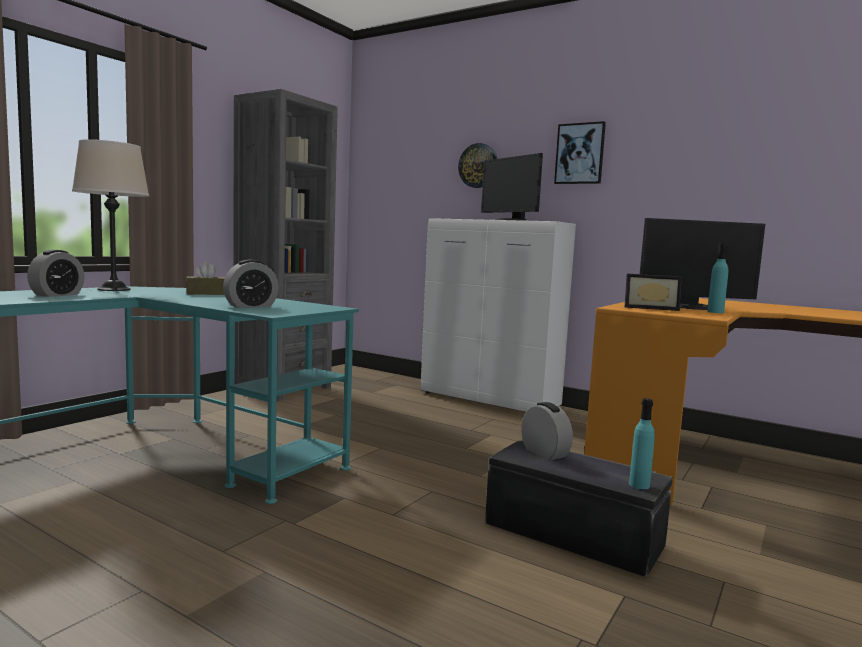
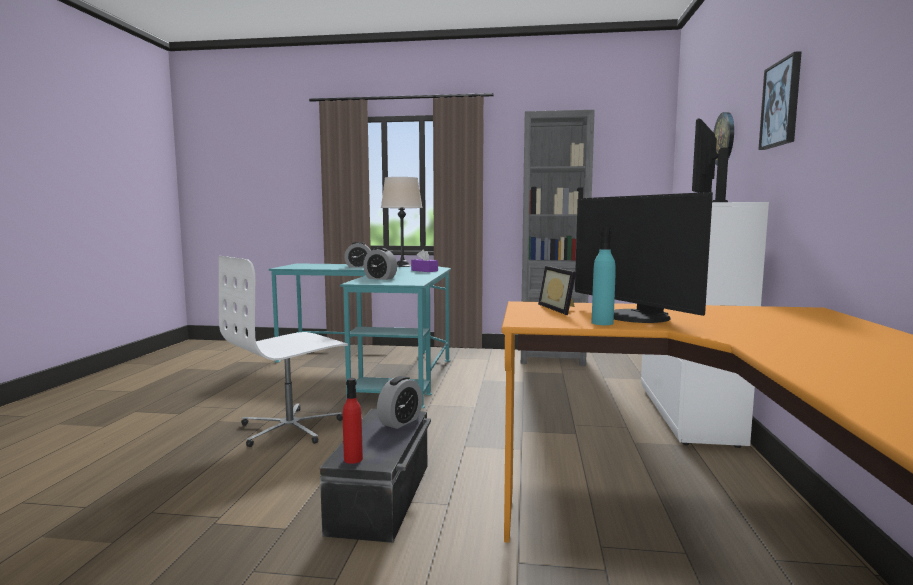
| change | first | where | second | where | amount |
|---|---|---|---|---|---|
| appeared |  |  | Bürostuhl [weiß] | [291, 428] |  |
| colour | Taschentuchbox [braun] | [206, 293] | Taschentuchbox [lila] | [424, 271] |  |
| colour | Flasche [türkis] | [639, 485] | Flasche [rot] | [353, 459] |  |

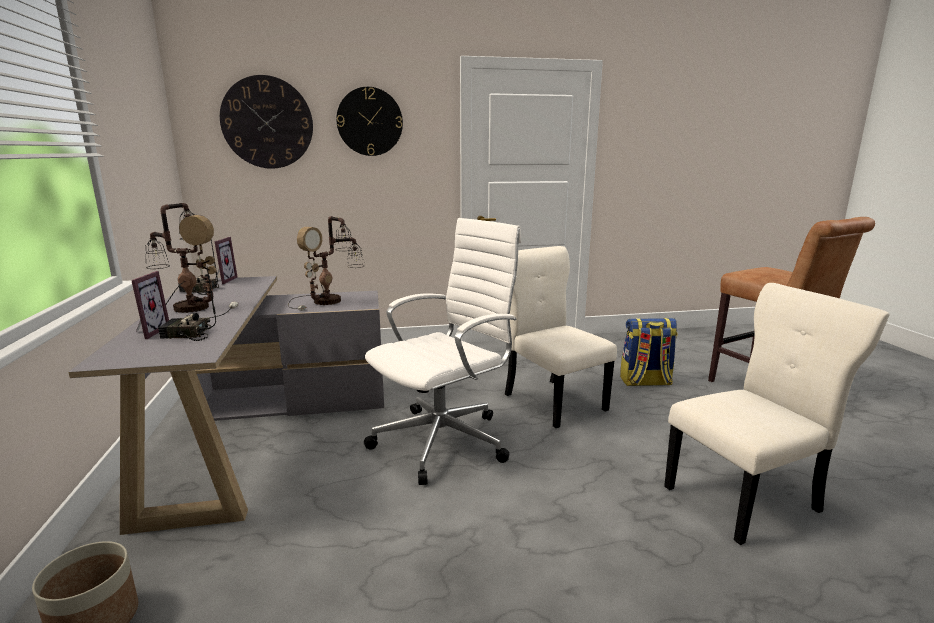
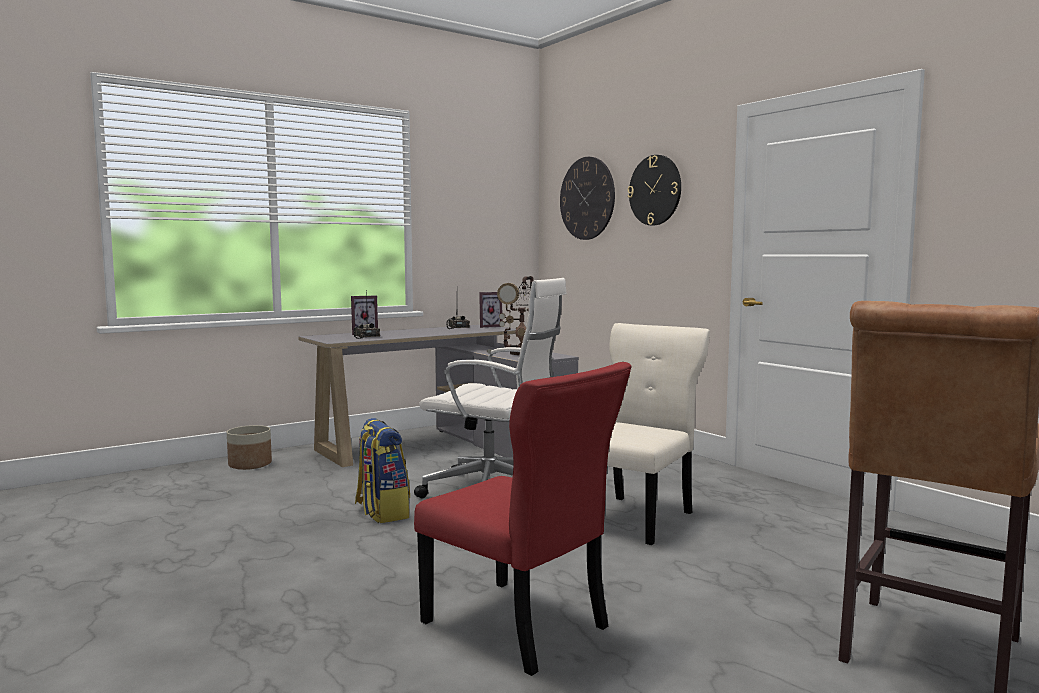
| change | first | where | second | where | amount |
|---|---|---|---|---|---|
| missing | Tischlampe | [190, 308] |  |  |  |
| relocated | Rucksack | [645, 382] |  | [381, 512] |  |
| colour | Stuhl [beige] | [746, 498] | Stuhl [rot] | [520, 628] |  |

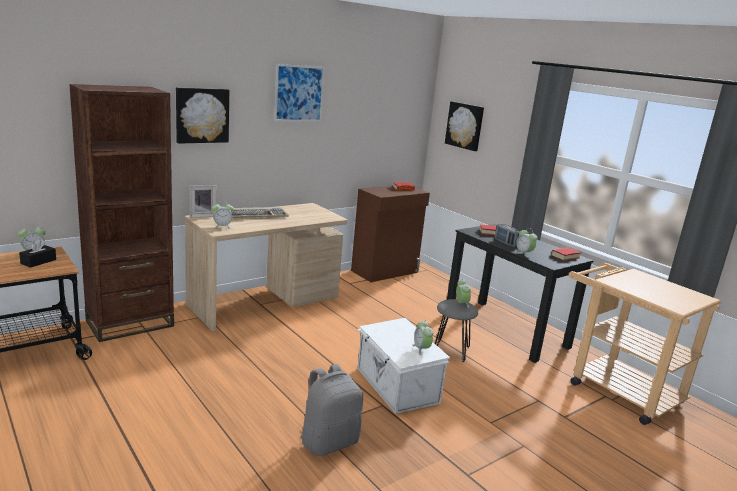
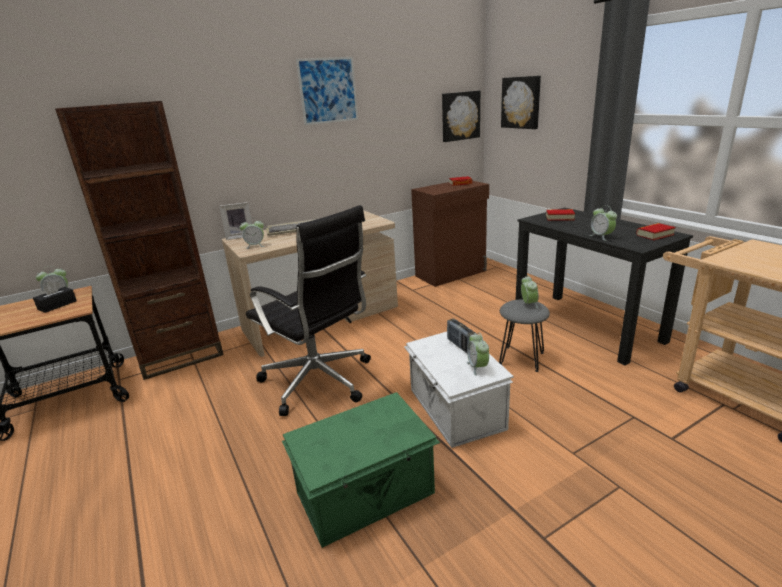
| change | first | where | second | where | amount |
|---|---|---|---|---|---|
| appeared |  |  | Bürostuhl [schwarz] | [319, 382] |  |
| relocated | Bild | [202, 115] |  | [460, 116] |  |
| relocated | Radio | [506, 243] |  | [461, 346] |  |
| exchanged | Rucksack [grau] | [329, 442] | Aufbewahrungsbox [grün] | [366, 494] |  |

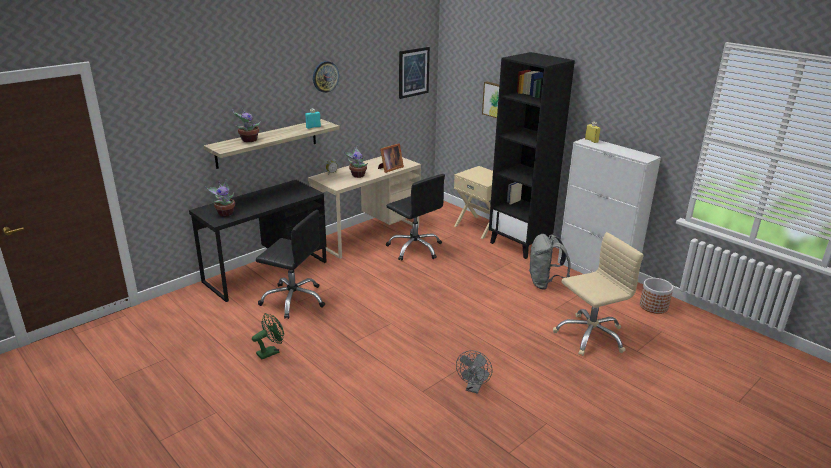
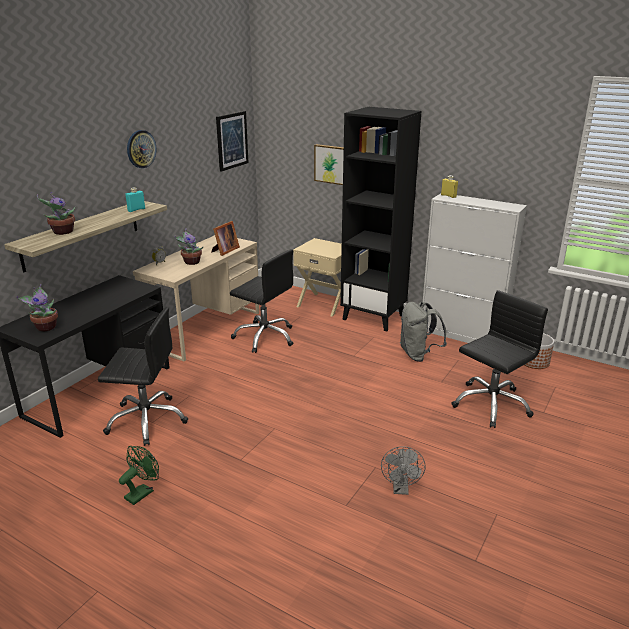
| change | first | where | second | where | amount |
|---|---|---|---|---|---|
| colour | Bürostuhl [beige] | [590, 336] | Bürostuhl [schwarz] | [491, 404] |  |

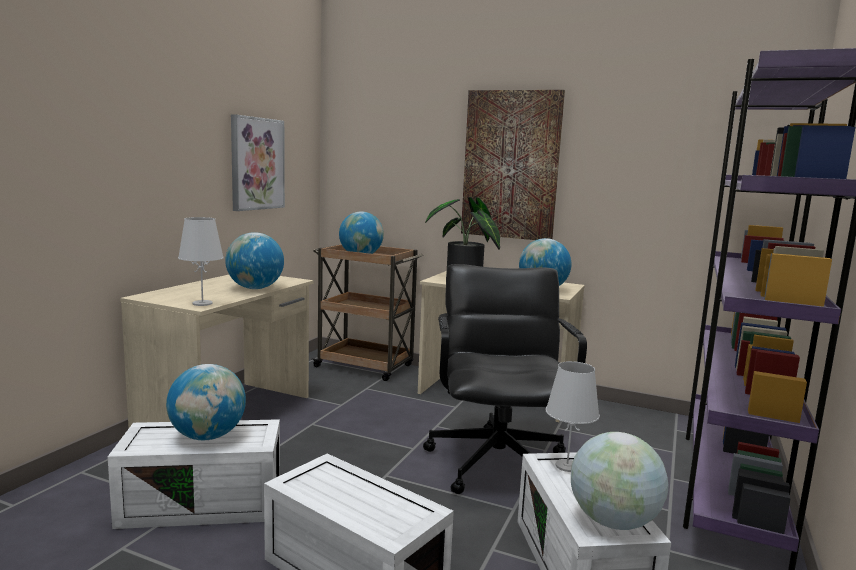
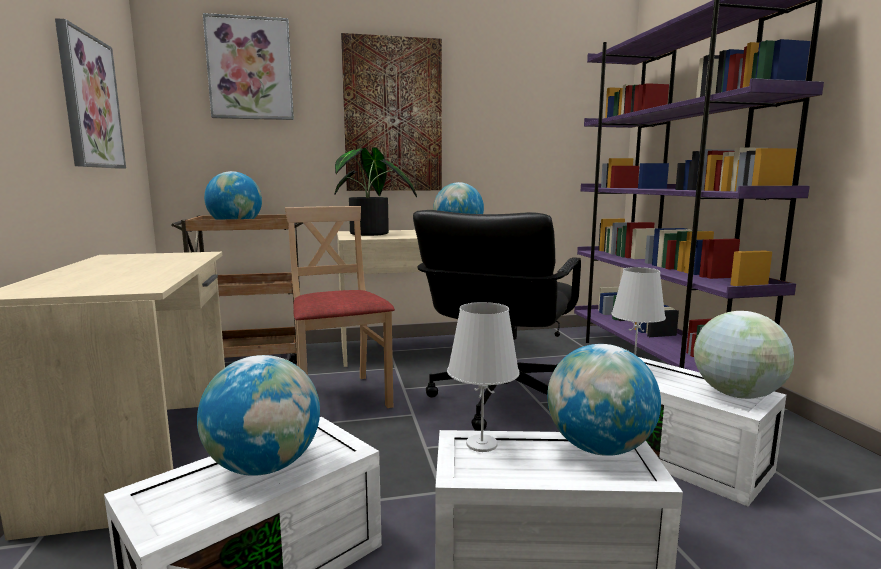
| change | first | where | second | where | amount |
|---|---|---|---|---|---|
| appeared |  |  | Bild | [250, 69] |  |
| appeared |  |  | Stuhl [beige] | [340, 396] |  |
| relocated | Tischlampe [weiß] | [202, 303] |  | [482, 444] |  |
| relocated | Globus | [255, 288] |  | [599, 448] |  |
| spun | Bürostuhl [schwarz] | [498, 463] |  | [500, 400] | 120 degrees counterclockwise |

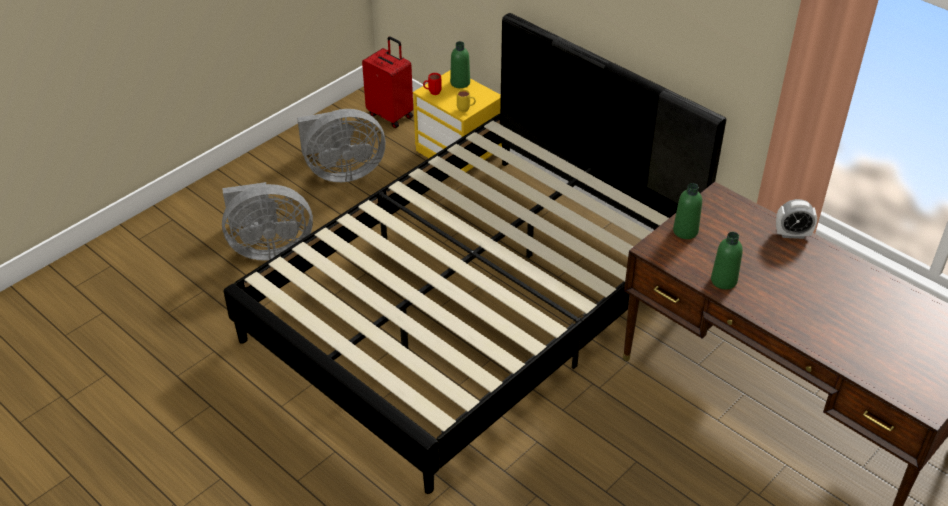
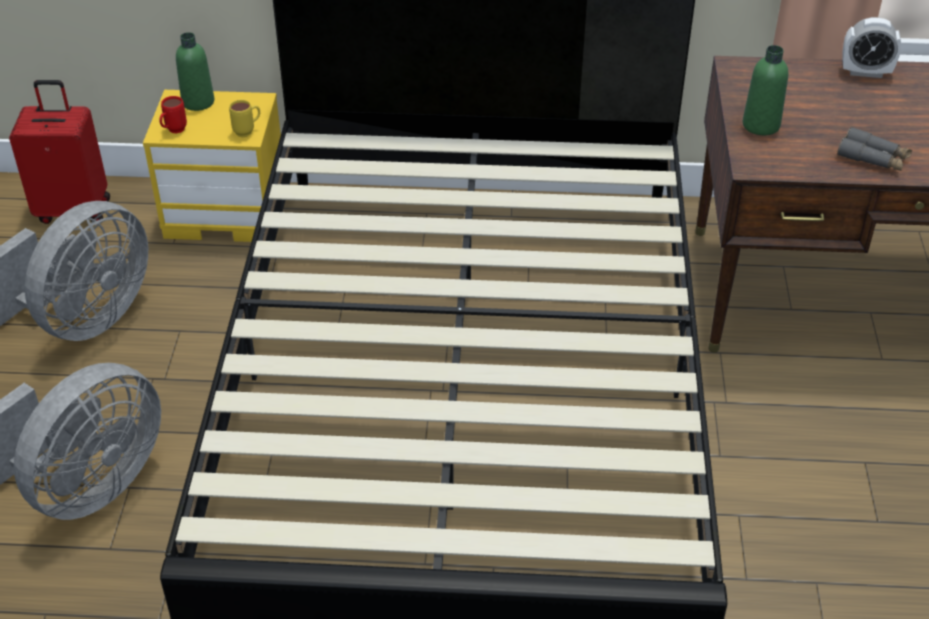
| change | first | where | second | where | amount |
|---|---|---|---|---|---|
| exchanged | Flasche [grün] | [723, 280] | Fernglas [grau] | [873, 158] |  |
| spun | Wecker | [792, 234] |  | [865, 72] | 45 degrees clockwise |

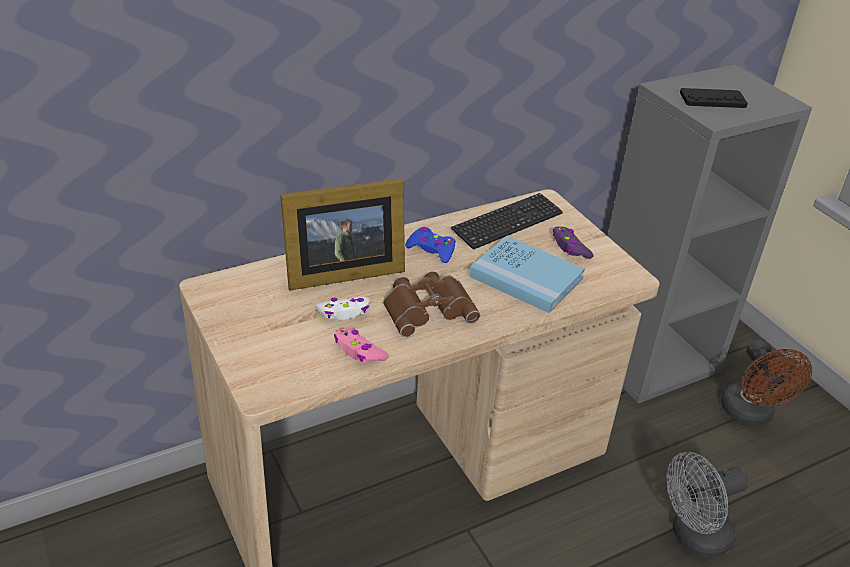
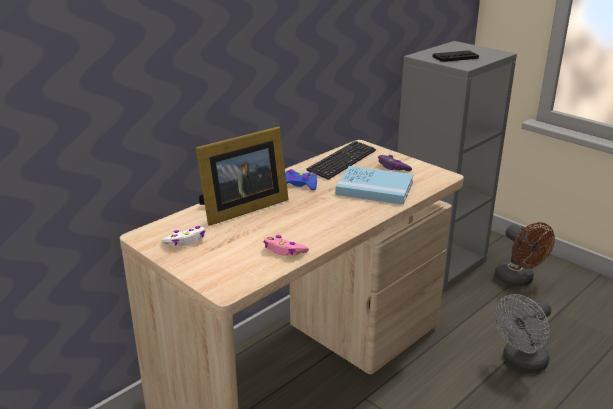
| change | first | where | second | where | amount |
|---|---|---|---|---|---|
| missing | Fernglas [braun] | [427, 308] |  |  |  |
| relocated | Gamepad [weiß] | [344, 312] |  | [185, 241] |  |

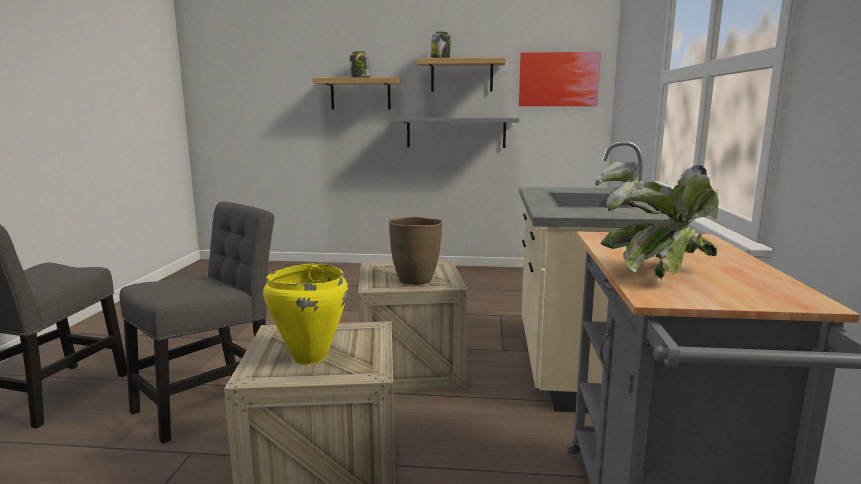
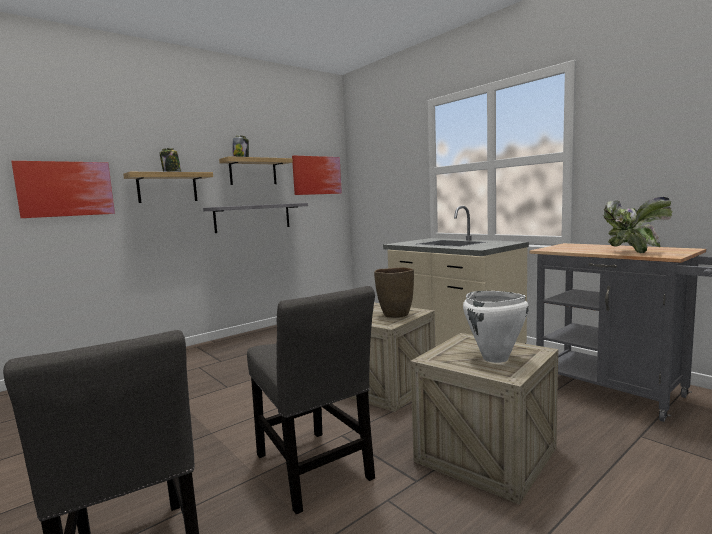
| change | first | where | second | where | amount |
|---|---|---|---|---|---|
| appeared |  |  | Bild | [66, 189] |  |
| colour | Kochtopf [gelb] | [309, 357] | Kochtopf [weiß] | [495, 358] |  |
| spun | Stuhl [grau] | [211, 401] |  | [314, 471] | 150 degrees clockwise |

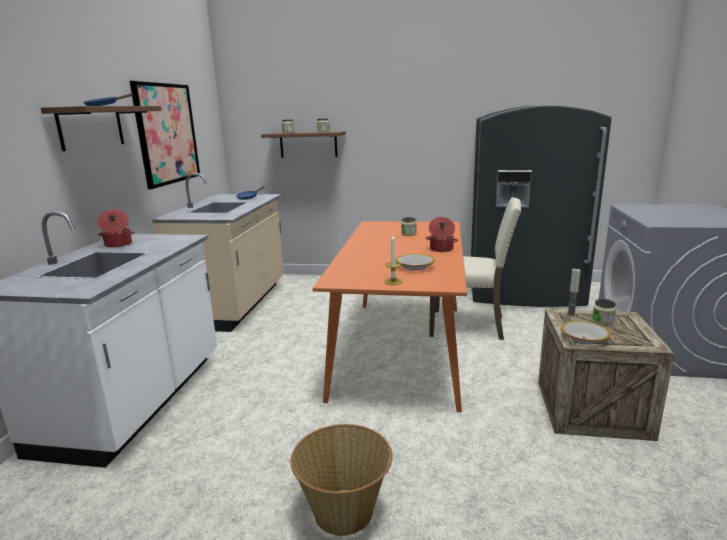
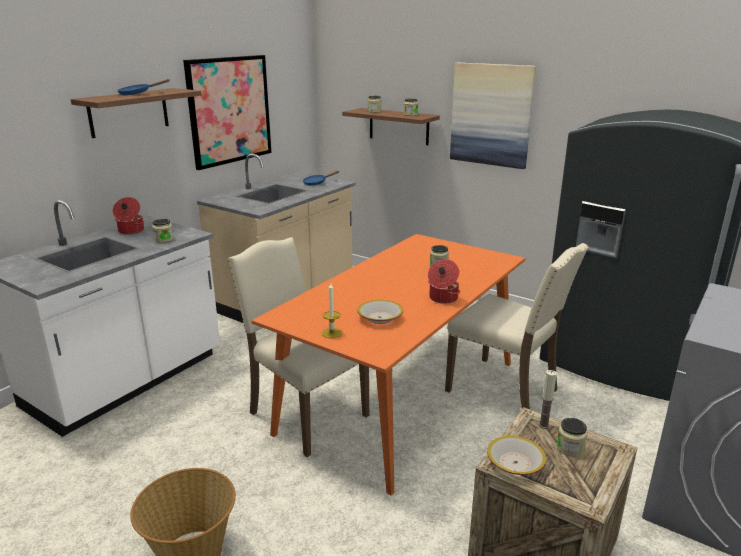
| change | first | where | second | where | amount |
|---|---|---|---|---|---|
| appeared |  |  | Vorratsglas | [164, 239] |  |
| appeared |  |  | Stuhl [beige] | [304, 414] |  |
| appeared |  |  | Bild | [491, 115] |  |

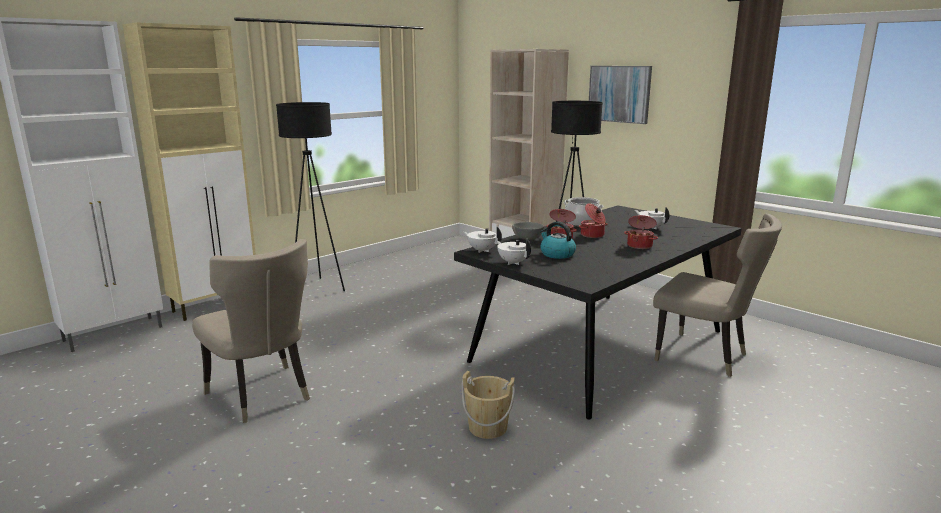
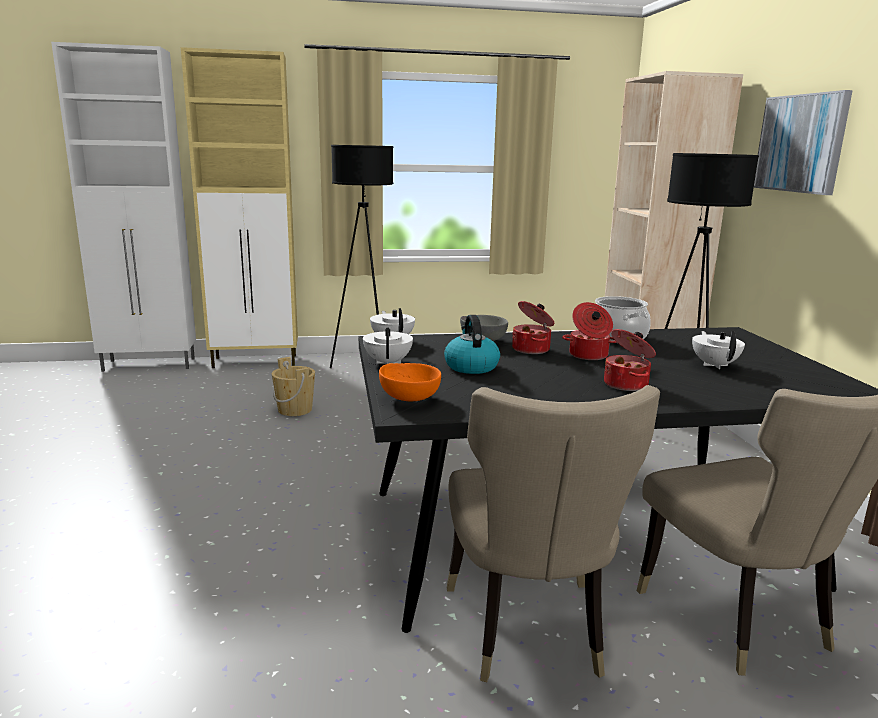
| change | first | where | second | where | amount |
|---|---|---|---|---|---|
| appeared |  |  | Schüssel [orange] | [409, 398] |  |
| relocated | Stuhl [beige] | [263, 396] |  | [528, 633] |  |
| relocated | Eimer [beige] | [487, 427] |  | [295, 410] |  |

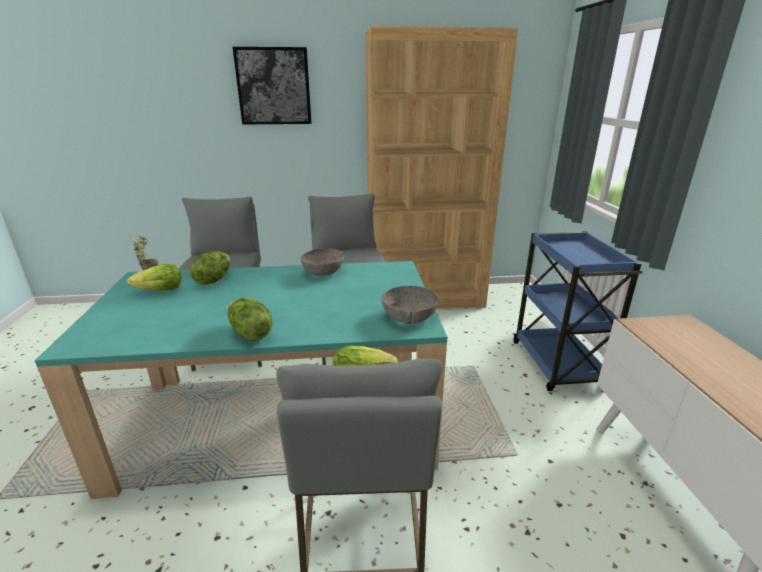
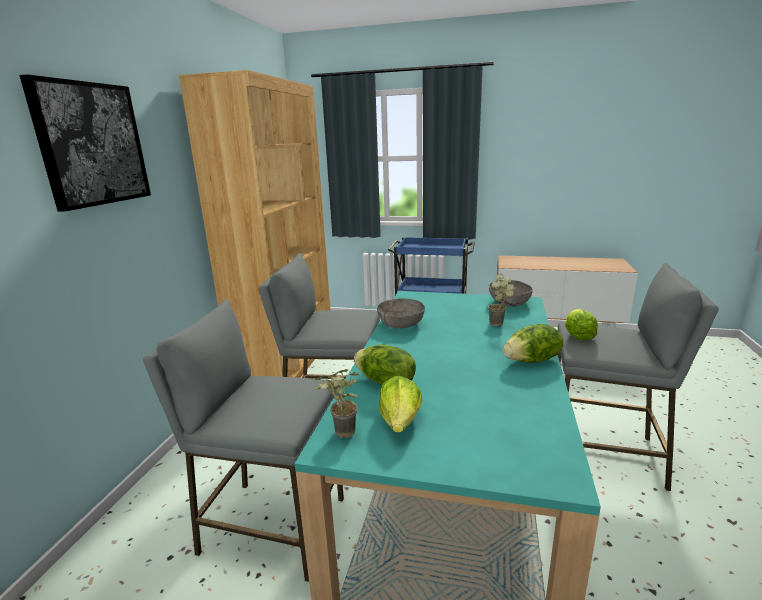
| change | first | where | second | where | amount |
|---|---|---|---|---|---|
| appeared |  |  | Topfpflanze | [500, 324] |  |

